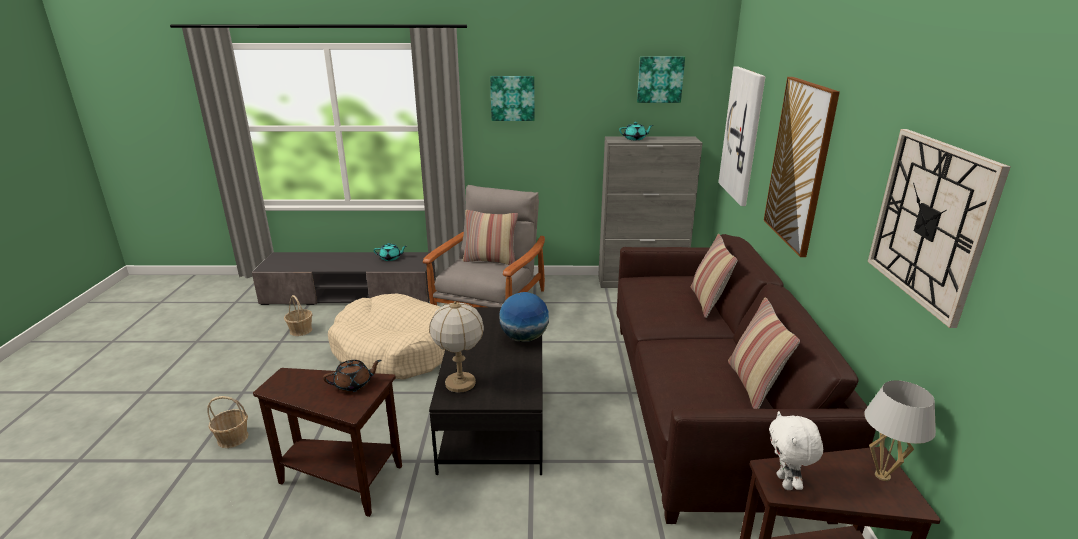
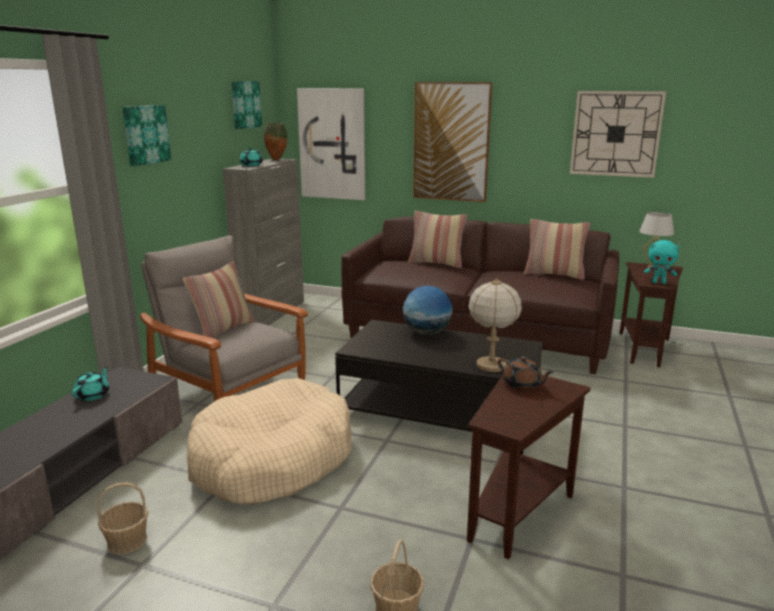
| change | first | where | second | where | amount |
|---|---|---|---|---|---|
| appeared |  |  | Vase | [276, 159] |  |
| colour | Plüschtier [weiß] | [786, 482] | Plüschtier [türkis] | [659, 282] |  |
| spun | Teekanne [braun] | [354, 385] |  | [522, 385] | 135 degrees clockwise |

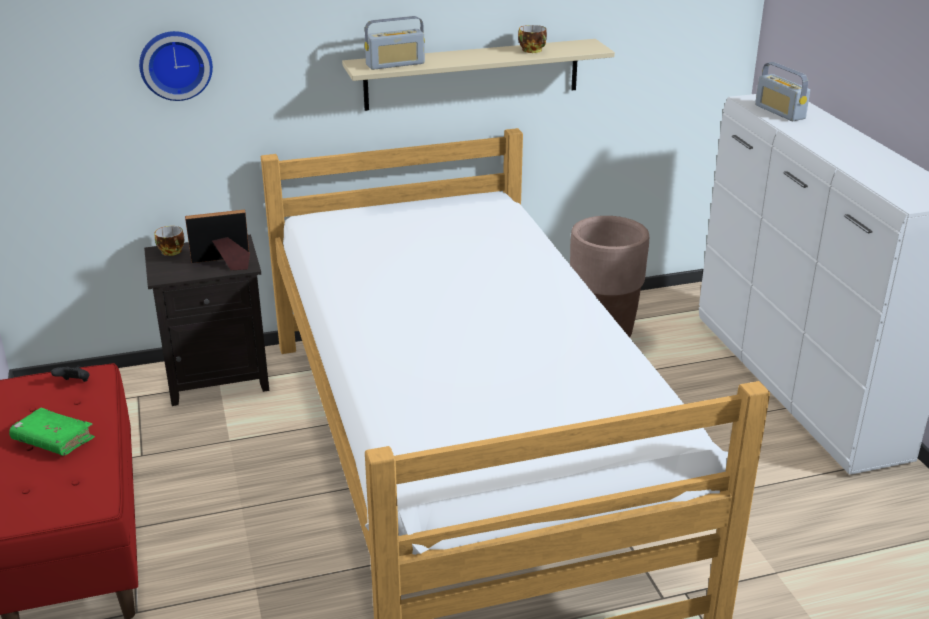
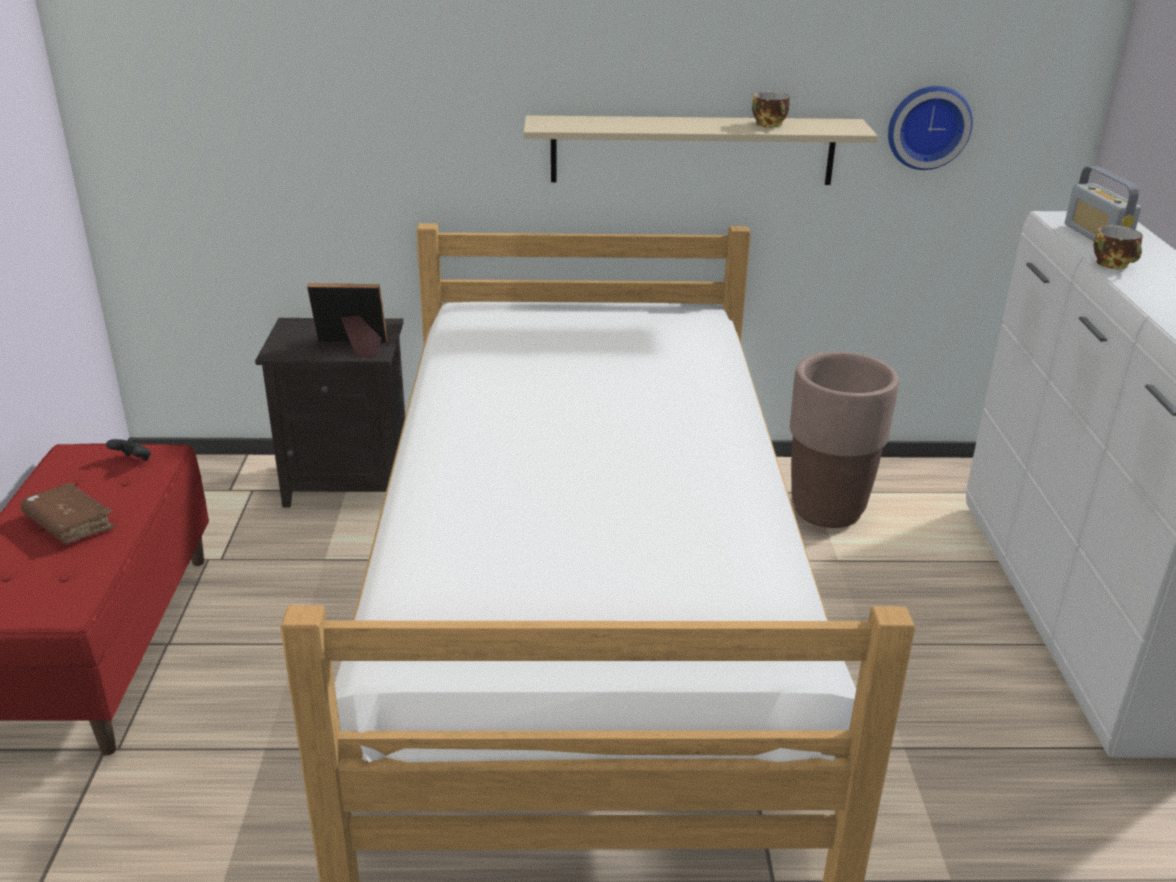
| change | first | where | second | where | amount |
|---|---|---|---|---|---|
| missing | Radio | [395, 64] |  |  |  |
| relocated | Wanduhr | [175, 64] |  | [927, 126] |  |
| relocated | Tasse | [173, 252] |  | [1114, 265] |  |
| colour | Buch [grün] | [53, 440] | Buch [braun] | [70, 524] |  |

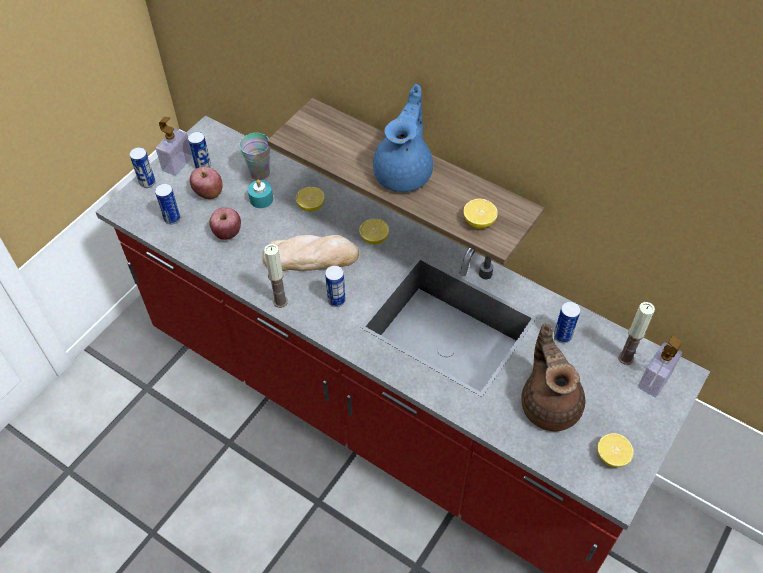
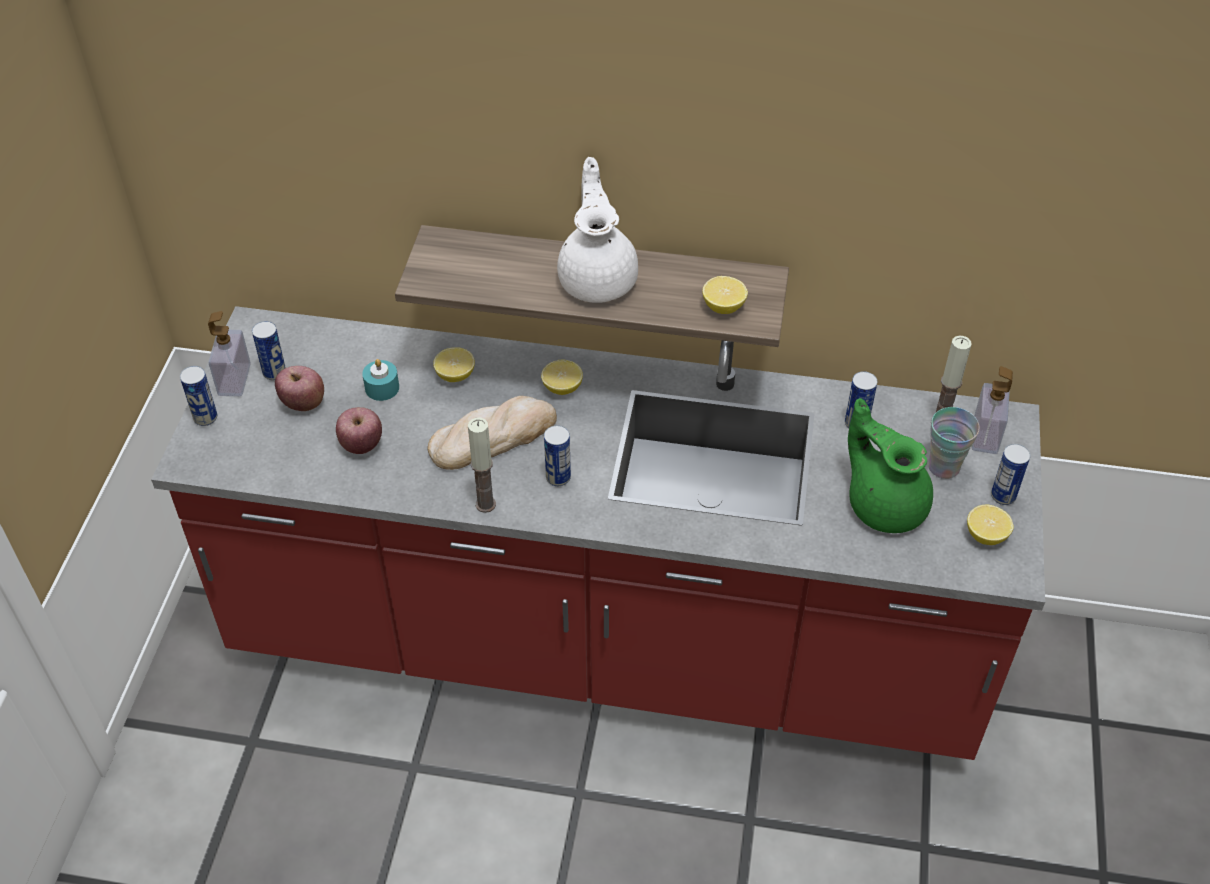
| change | first | where | second | where | amount |
|---|---|---|---|---|---|
| relocated | Dose | [172, 218] |  | [1003, 496] |  |
| relocated | Tasse | [259, 173] |  | [943, 467] |  |
| colour | Teekanne [blau] | [404, 172] | Teekanne [weiß] | [598, 278] |  |
| colour | Teekanne [braun] | [549, 403] | Teekanne [grün] | [884, 503] |  |

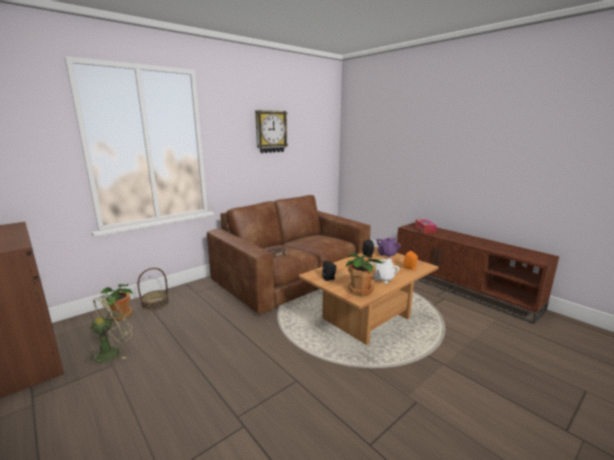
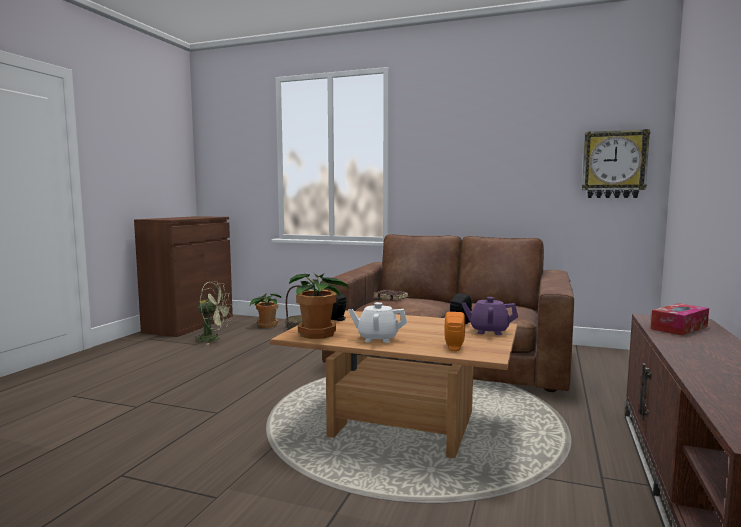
| change | first | where | second | where | amount |
|---|---|---|---|---|---|
| relocated | Wanduhr | [271, 131] |  | [614, 164] |  |

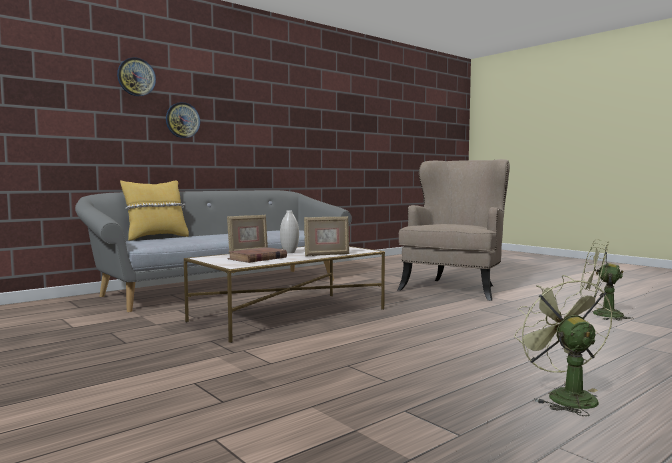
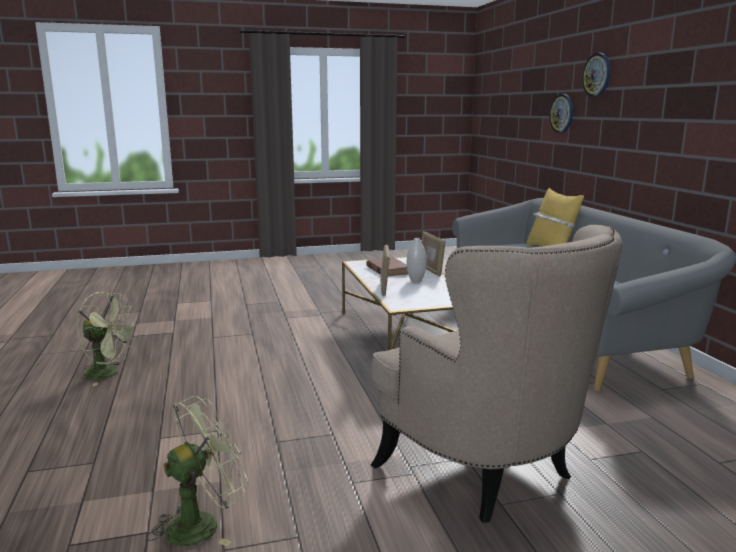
| change | first | where | second | where | amount |
|---|---|---|---|---|---|
| relocated | Wanduhr | [182, 120] |  | [562, 113] |  |

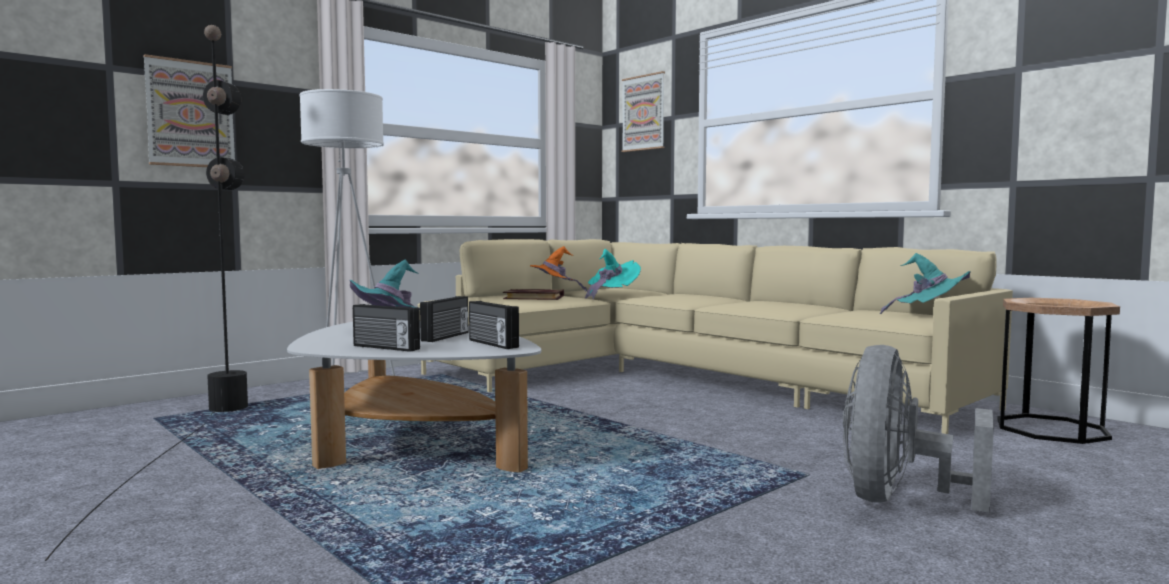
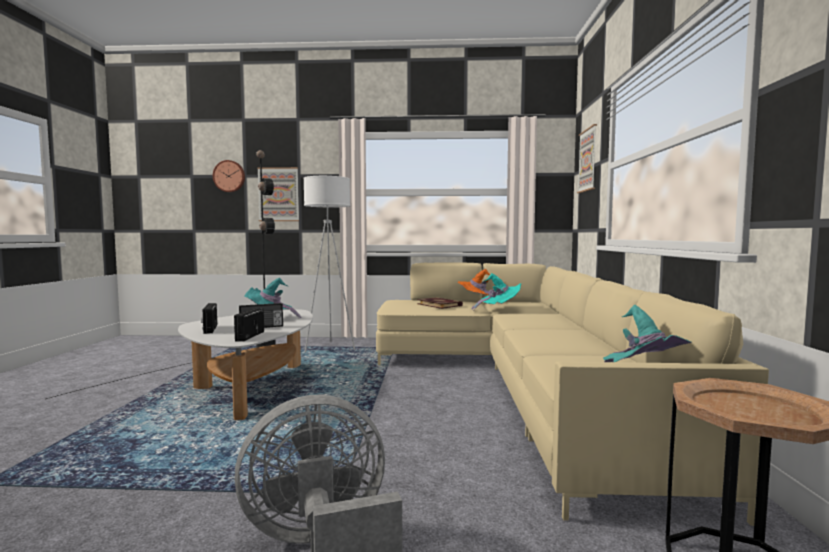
| change | first | where | second | where | amount |
|---|---|---|---|---|---|
| appeared |  |  | Wanduhr | [229, 176] |  |

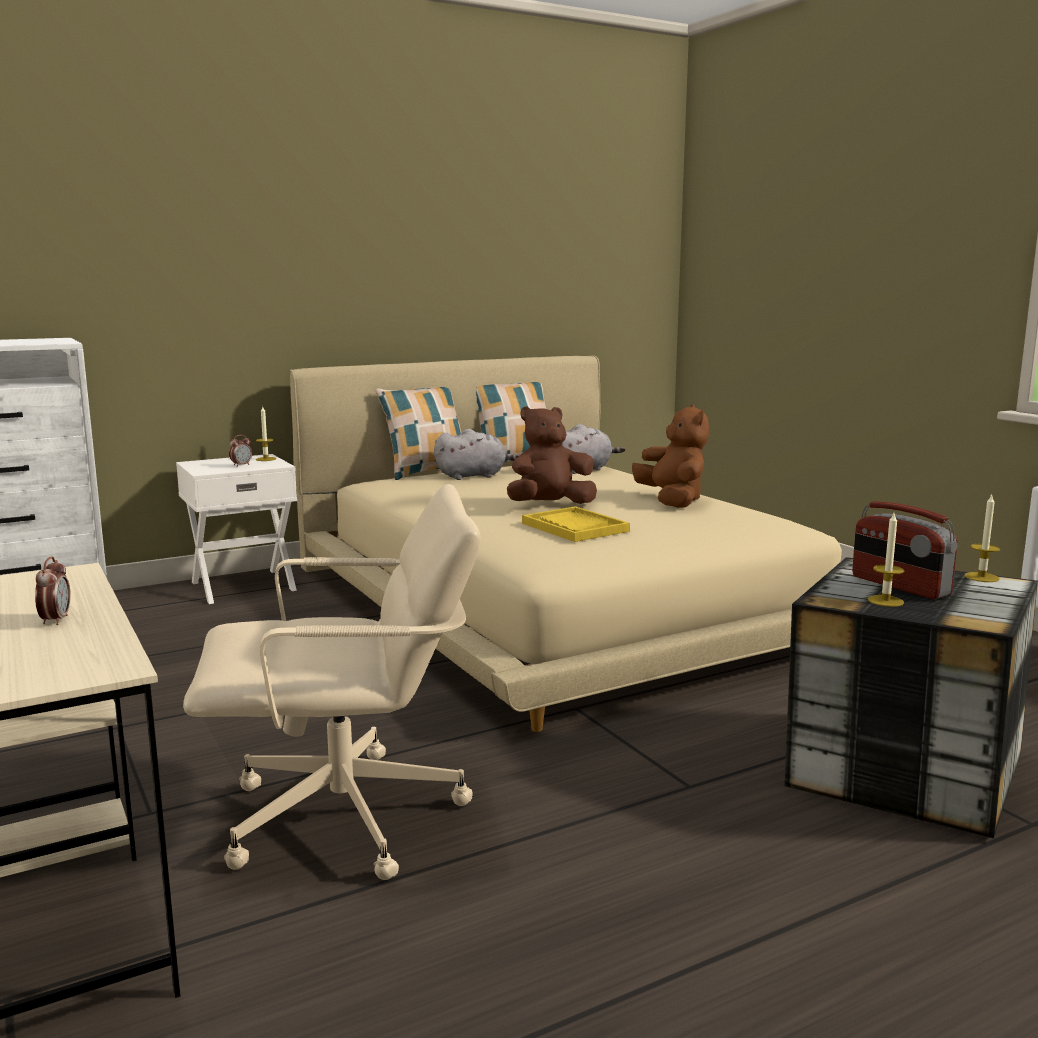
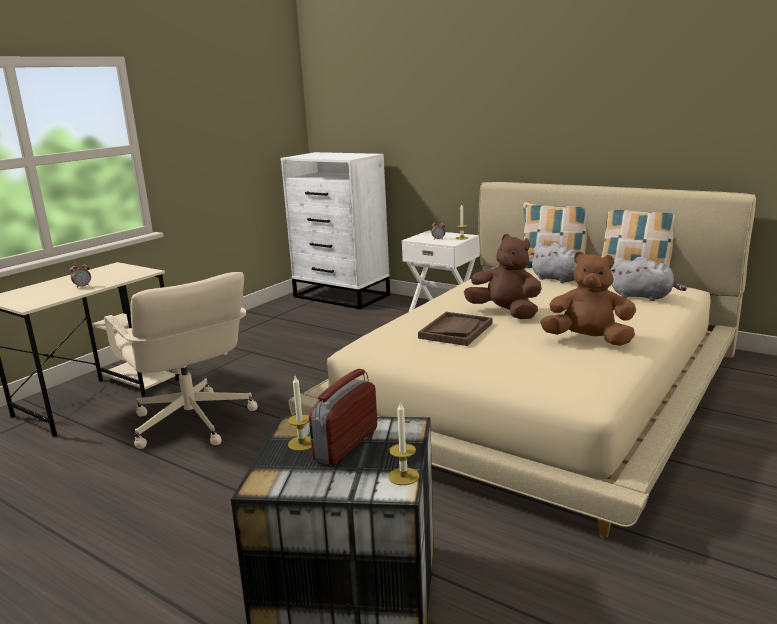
| change | first | where | second | where | amount |
|---|---|---|---|---|---|
| colour | Tablett [gelb] | [574, 527] | Tablett [braun] | [456, 330] |  |
| spun | Plüschtier [braun] | [672, 501] |  | [588, 340] | 120 degrees counterclockwise |

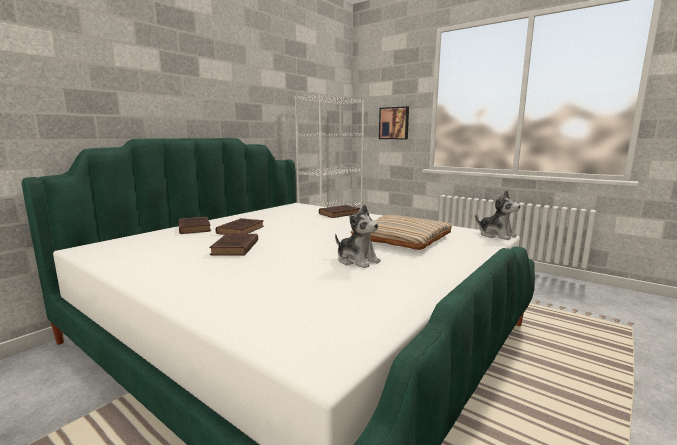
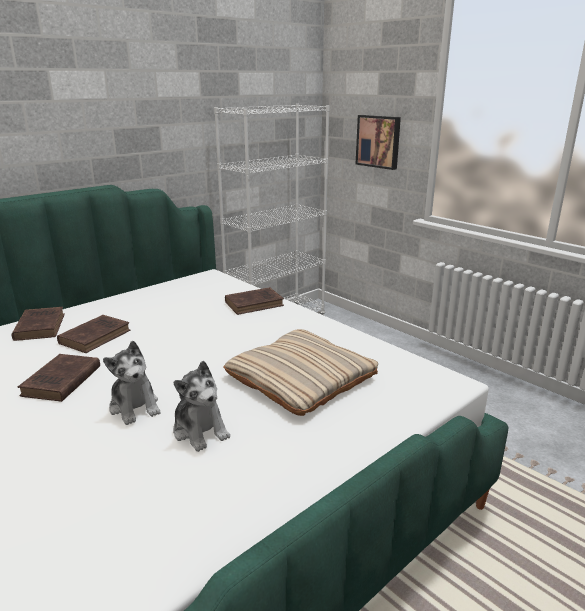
| change | first | where | second | where | amount |
|---|---|---|---|---|---|
| relocated | Plüschtier | [496, 235] |  | [135, 406] |  |

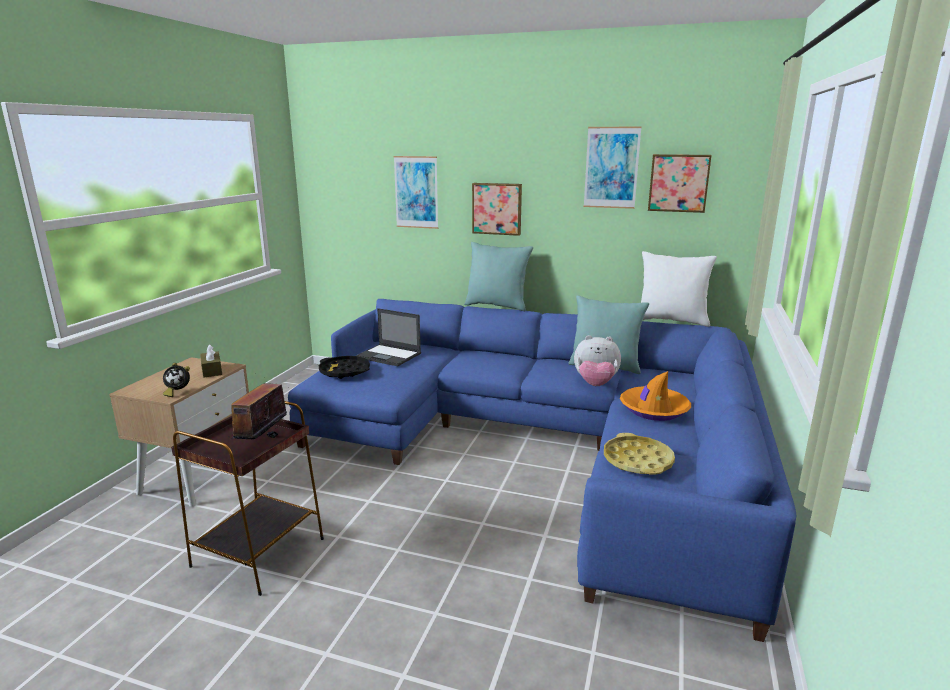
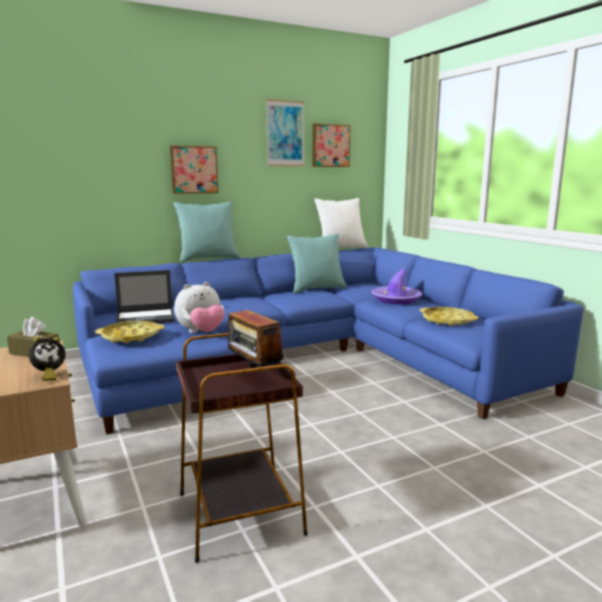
| change | first | where | second | where | amount |
|---|---|---|---|---|---|
| missing | Bild | [416, 192] |  |  |  |
| relocated | Plüschtier | [595, 384] |  | [201, 332] |  |
| colour | Tablett [schwarz] | [344, 371] | Tablett [gelb] | [131, 336] |  |
| colour | Hut [orange] | [654, 409] | Hut [lila] | [396, 299] |  |

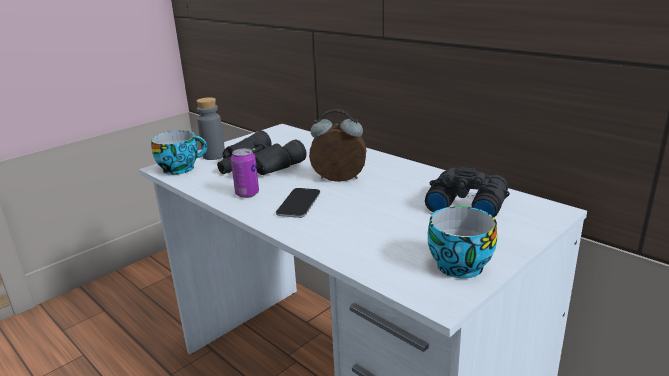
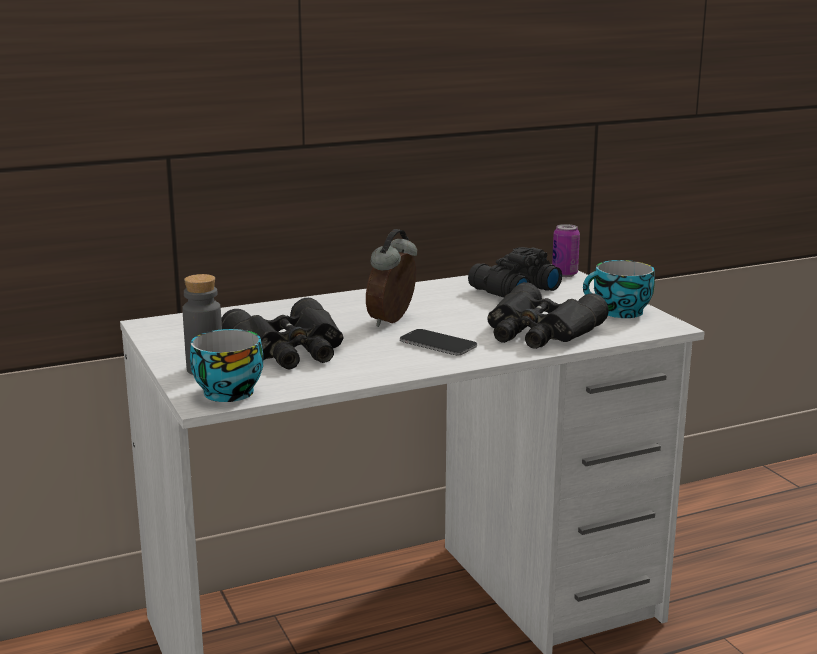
| change | first | where | second | where | amount |
|---|---|---|---|---|---|
| appeared |  |  | Fernglas [schwarz] | [539, 332] |  |
| relocated | Dose | [247, 194] |  | [564, 274] |  |

